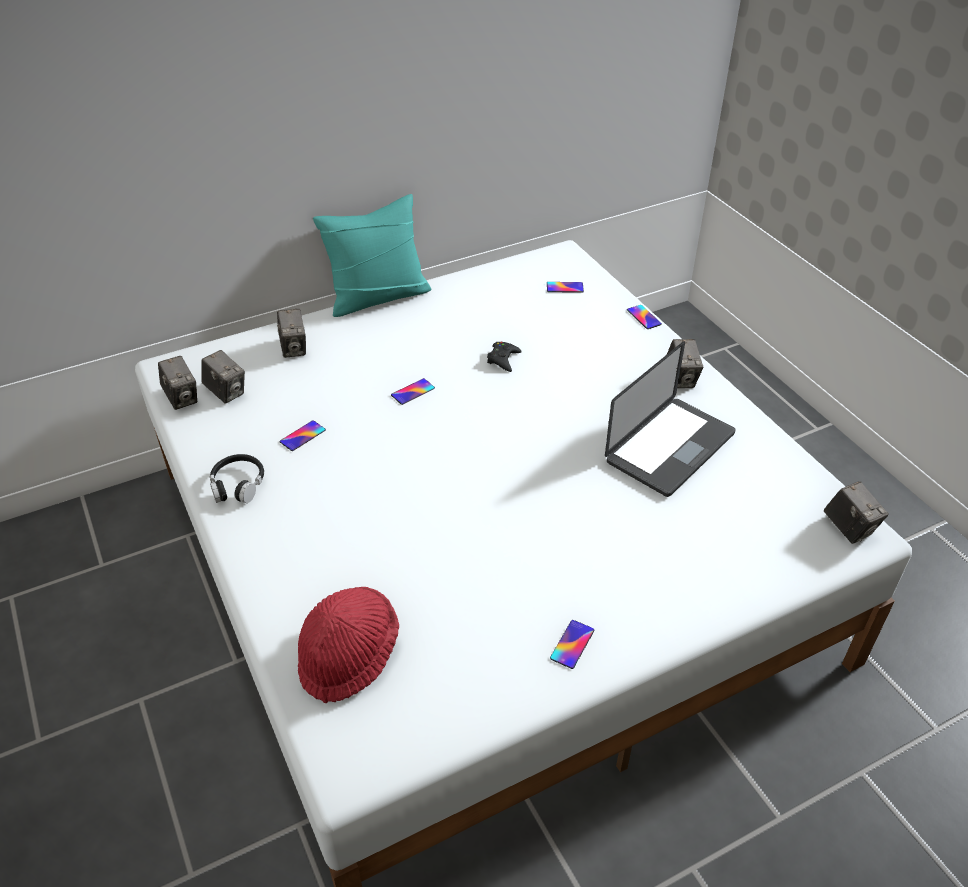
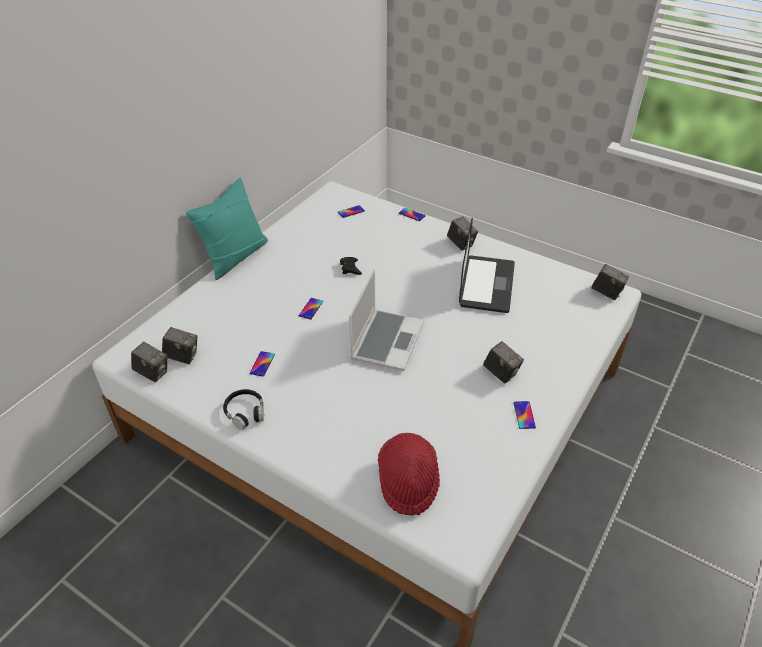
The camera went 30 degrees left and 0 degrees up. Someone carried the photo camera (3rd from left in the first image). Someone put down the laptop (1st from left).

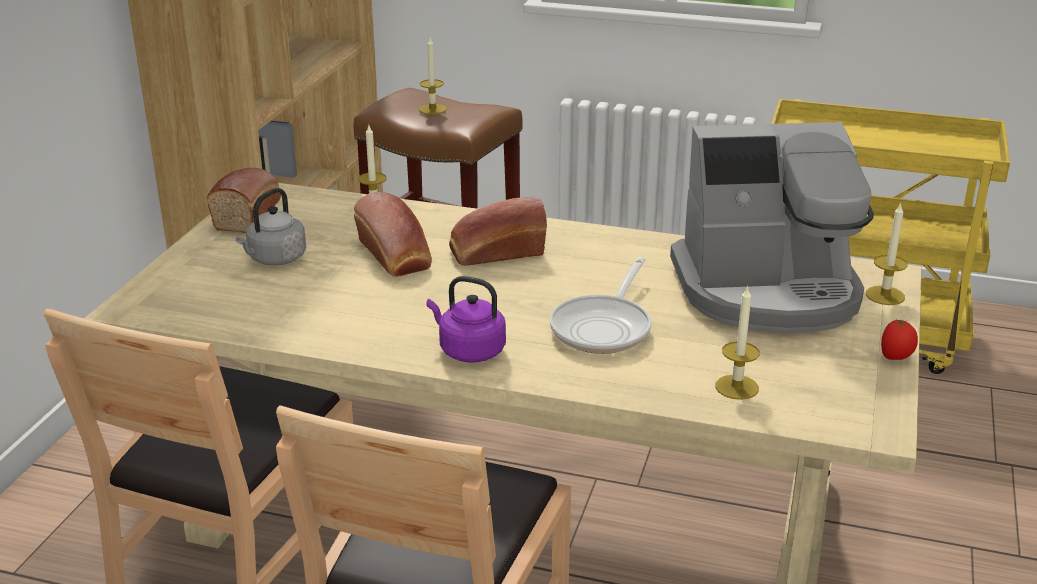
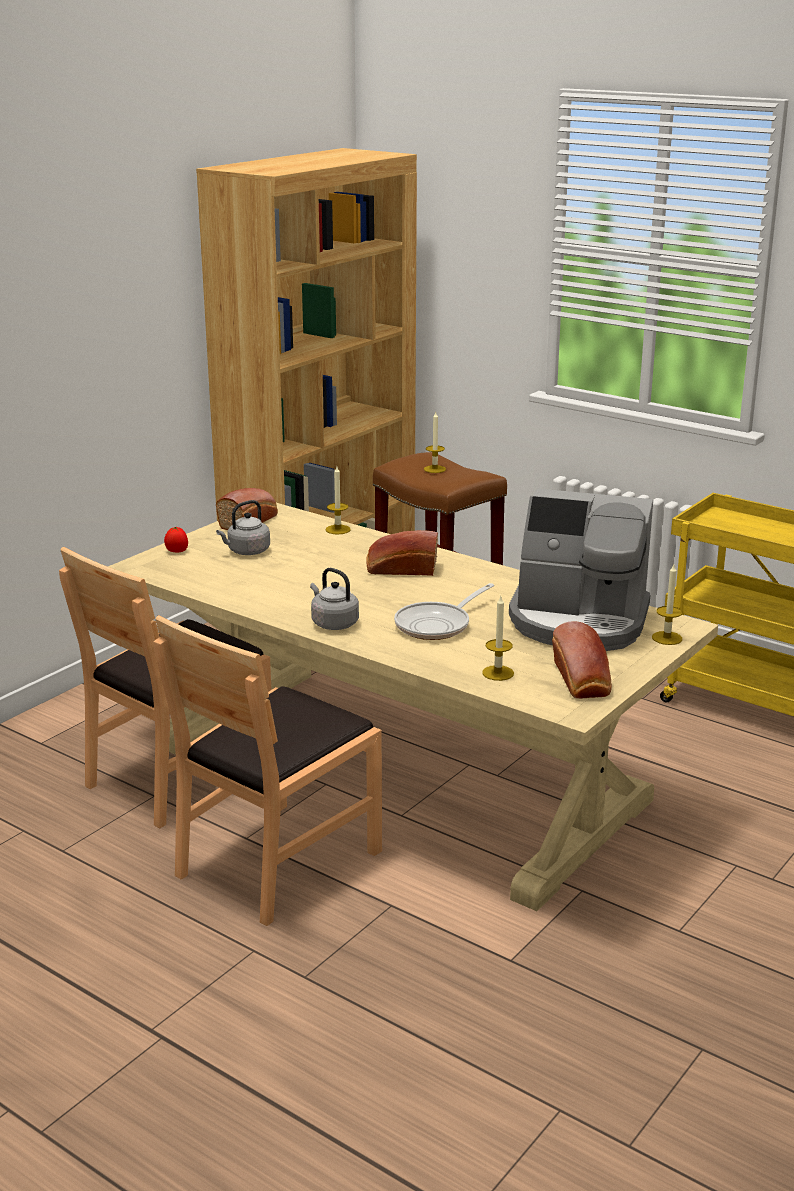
The camera went 20 degrees right and 5 degrees down. Someone carried the bread (2nd from left in the first image). Someone repainted the kettle in purple, which became the kettle in grey (2nd from left). Someone carried the tomato.

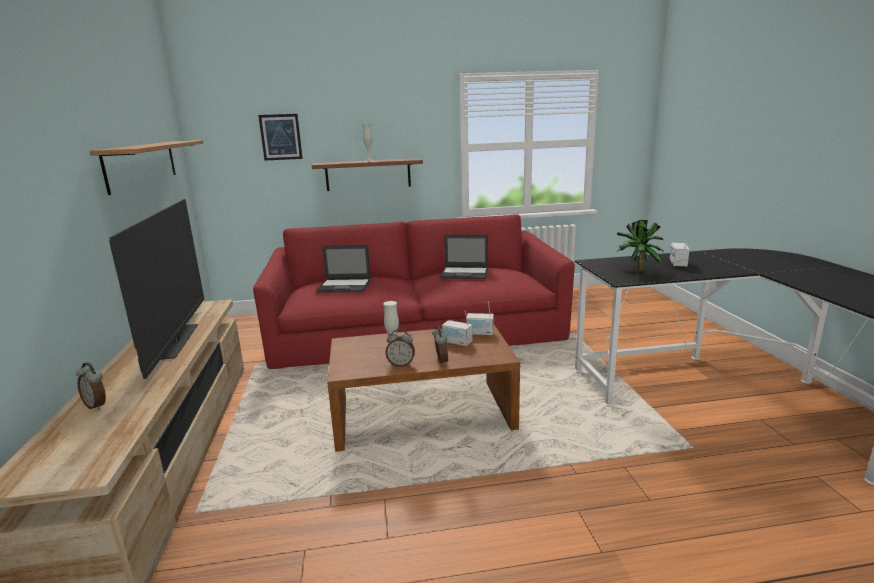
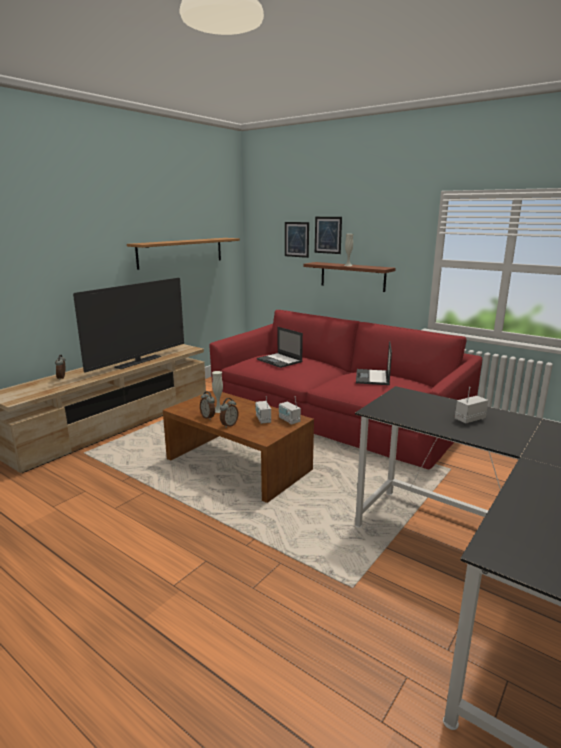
The camera went 45 degrees right and 0 degrees up. Someone rotated the laptop (2nd from left) by 45 degrees clockwise. Someone took away the potted plant. Someone put up the picture (2nd from left).

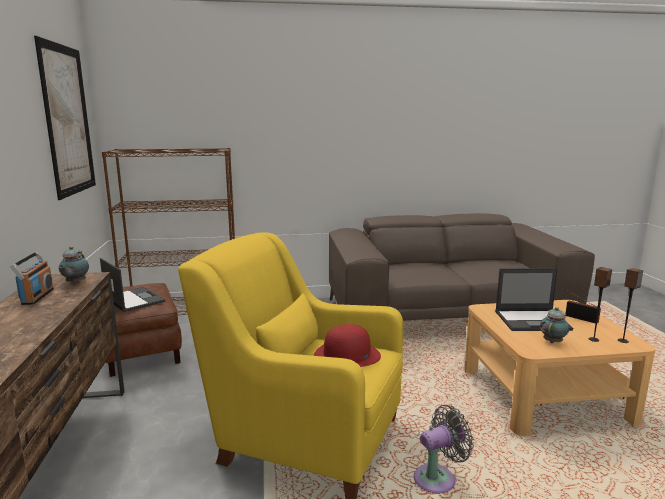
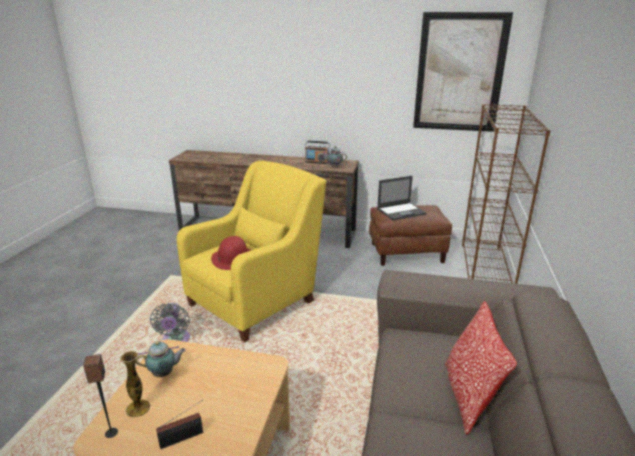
The camera went 110 degrees right and 10 degrees up. Someone took away the laptop (2nd from left). Someone rotated the teapot (2nd from left in the first image) by 75 degrees counterclockwise. Someone swapped the speaker (1st from left) for the vase. Someone put down the pillow.

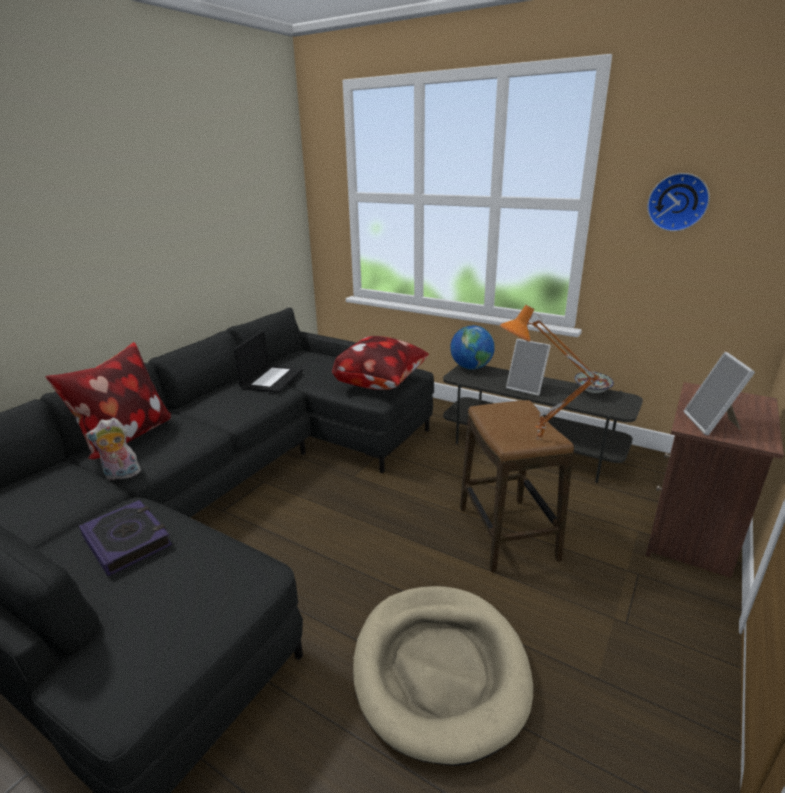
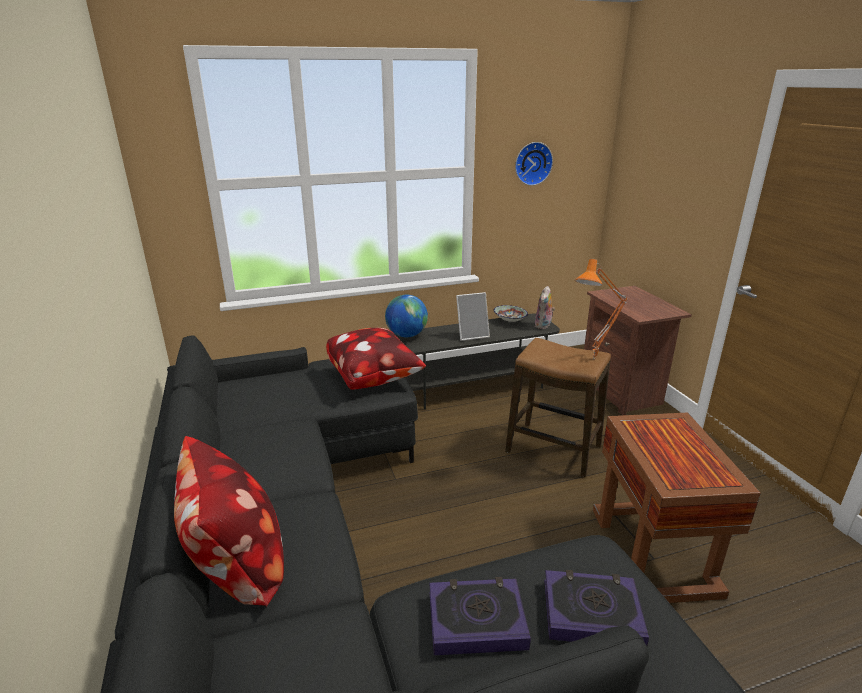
The camera went 50 degrees left and 0 degrees up. Someone carried the plush toy. Someone took away the laptop. Someone swapped the dog bed in beige for the side table in brown. Someone took away the picture frame (2nd from left). Someone put down the book (2nd from left).

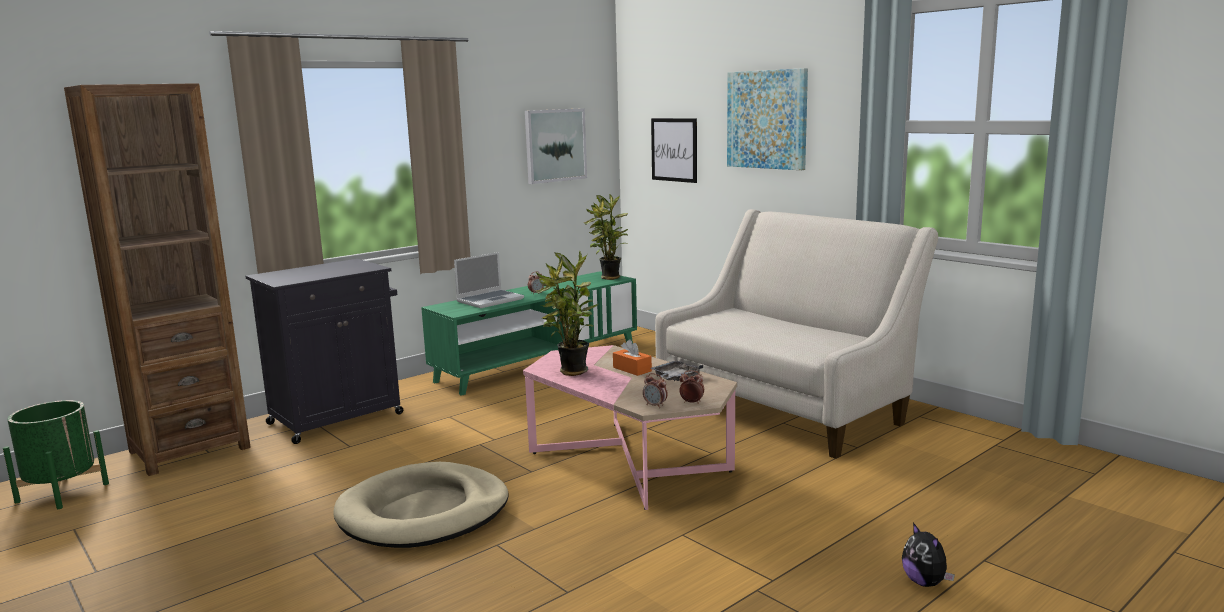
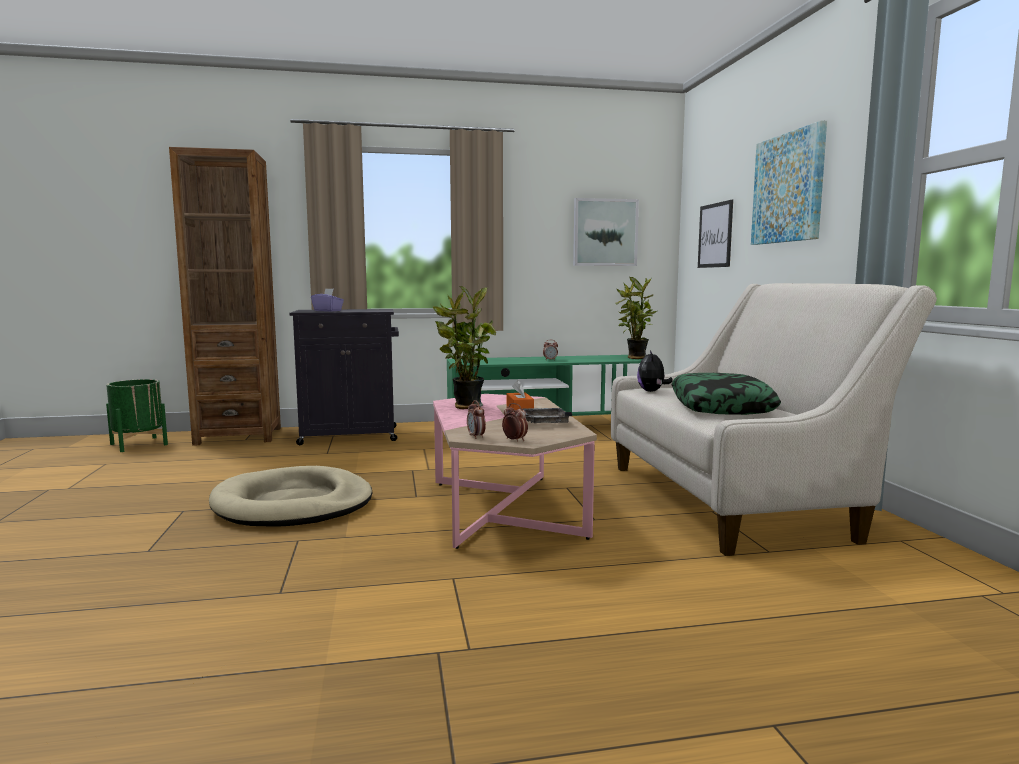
The camera went 30 degrees right and 5 degrees down. Someone took away the laptop. Someone carried the plush toy. Someone put down the tissue box in purple. Someone put down the pillow.

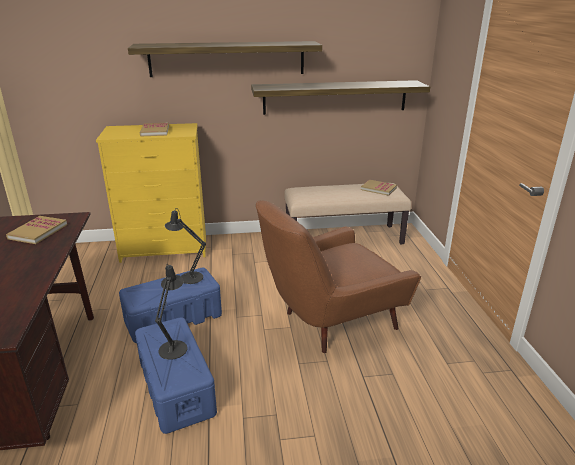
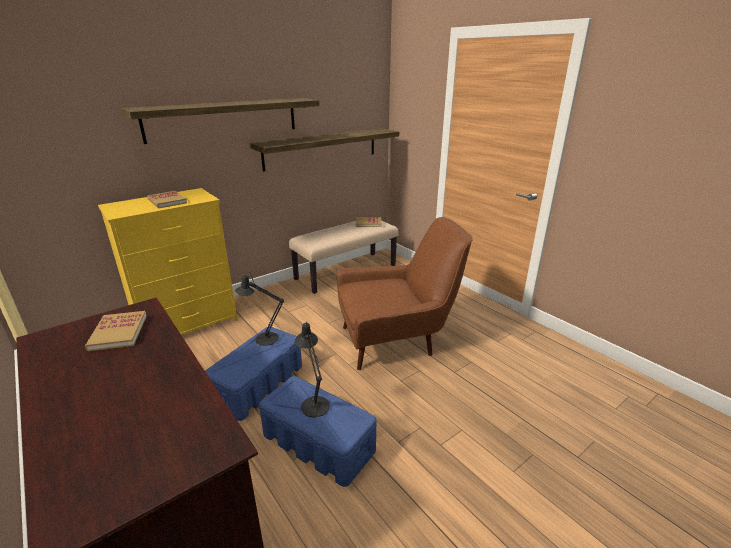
The camera went 30 degrees left and 0 degrees up. Someone rotated the armchair in brown by 135 degrees counterclockwise.

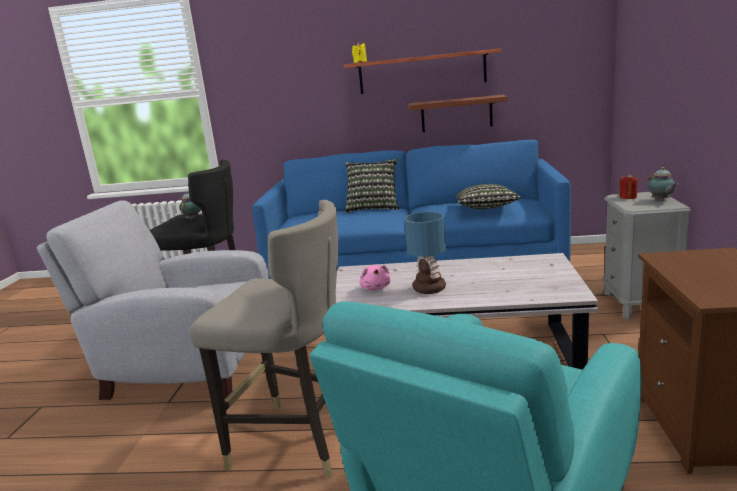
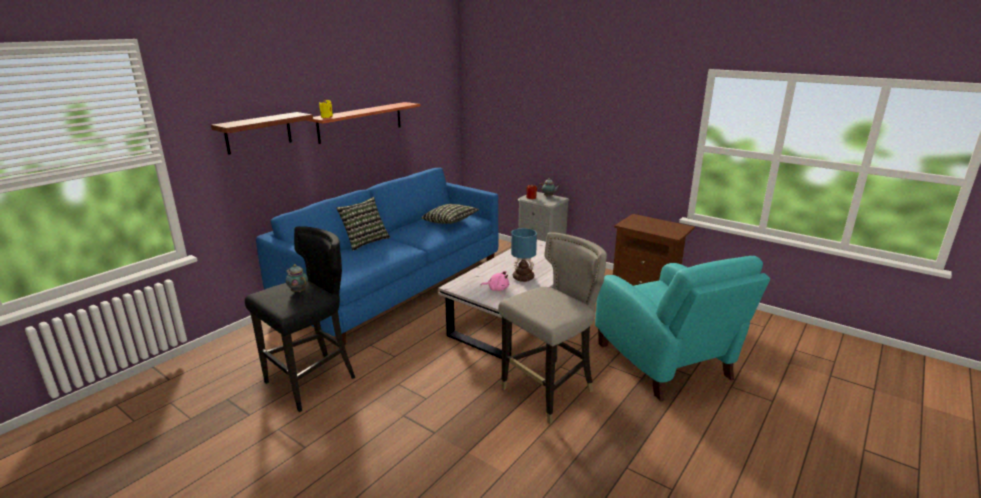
The camera went 60 degrees left and 5 degrees up. Someone took away the armchair in grey. Someone carried the shelf (2nd from left in the first image).

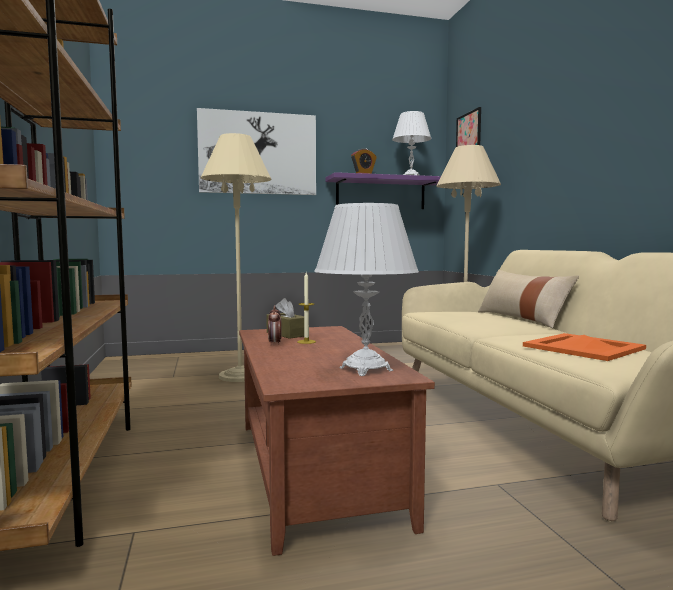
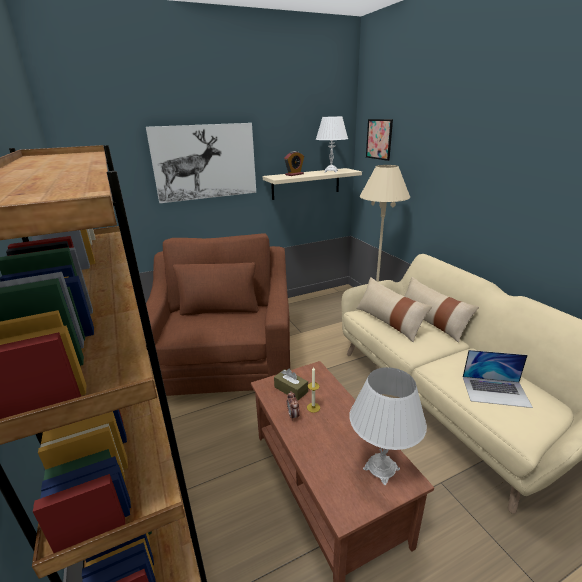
The camera went 10 degrees left and 20 degrees up. Someone swapped the floor lamp in beige (1st from left) for the armchair in brown. Someone repainted the shelf in purple, which became the shelf in beige. Someone swapped the tray in orange for the laptop. Someone put down the pillow in beige (1st from left).

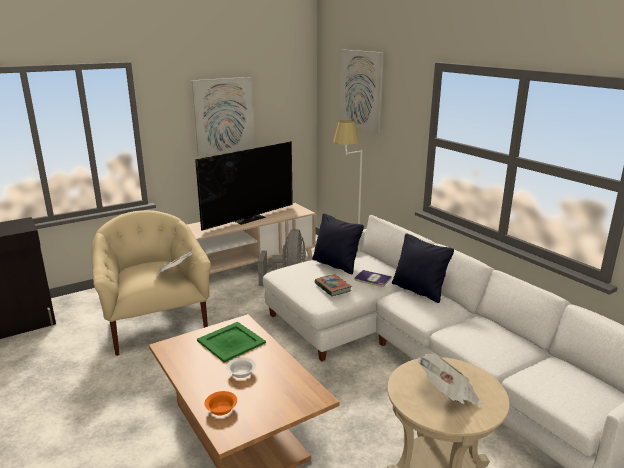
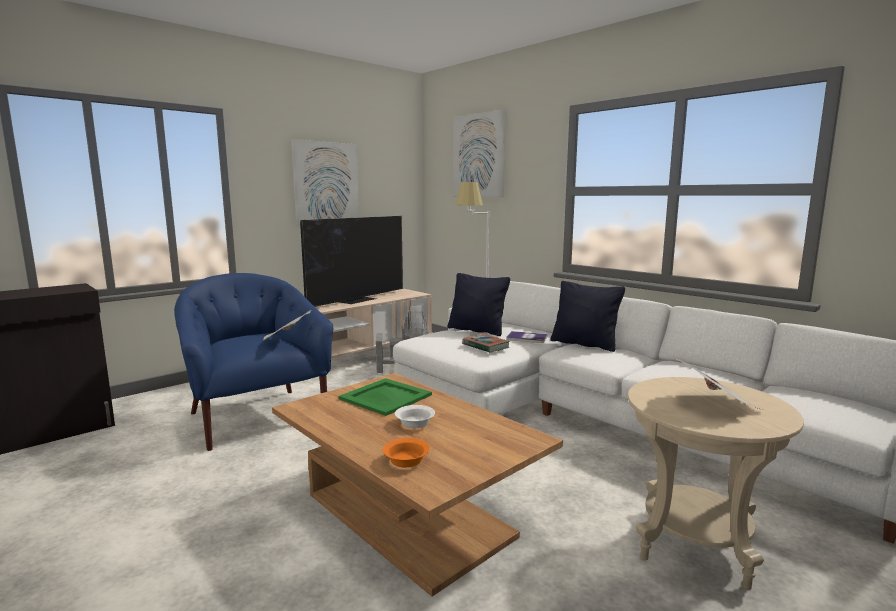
The camera went 10 degrees left and 10 degrees down. Someone repainted the armchair in beige, which became the armchair in blue.

